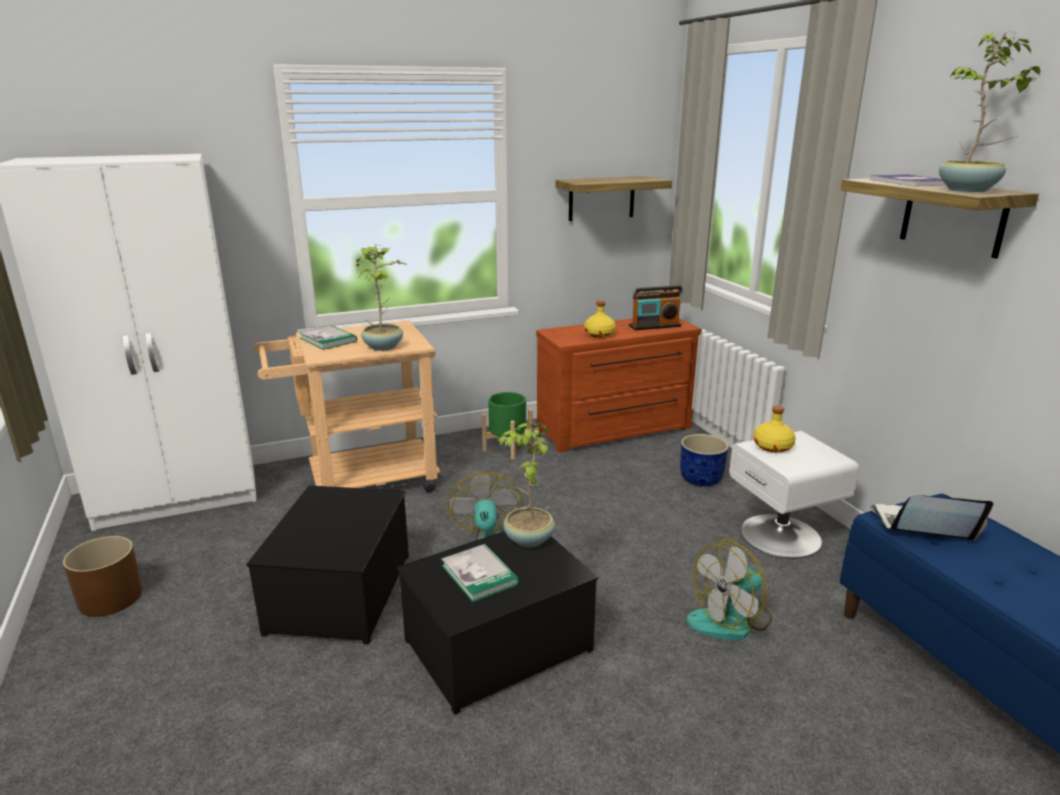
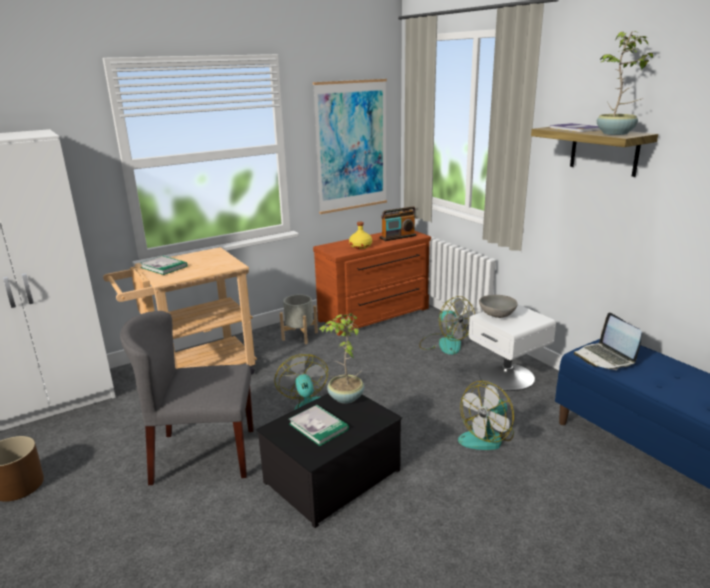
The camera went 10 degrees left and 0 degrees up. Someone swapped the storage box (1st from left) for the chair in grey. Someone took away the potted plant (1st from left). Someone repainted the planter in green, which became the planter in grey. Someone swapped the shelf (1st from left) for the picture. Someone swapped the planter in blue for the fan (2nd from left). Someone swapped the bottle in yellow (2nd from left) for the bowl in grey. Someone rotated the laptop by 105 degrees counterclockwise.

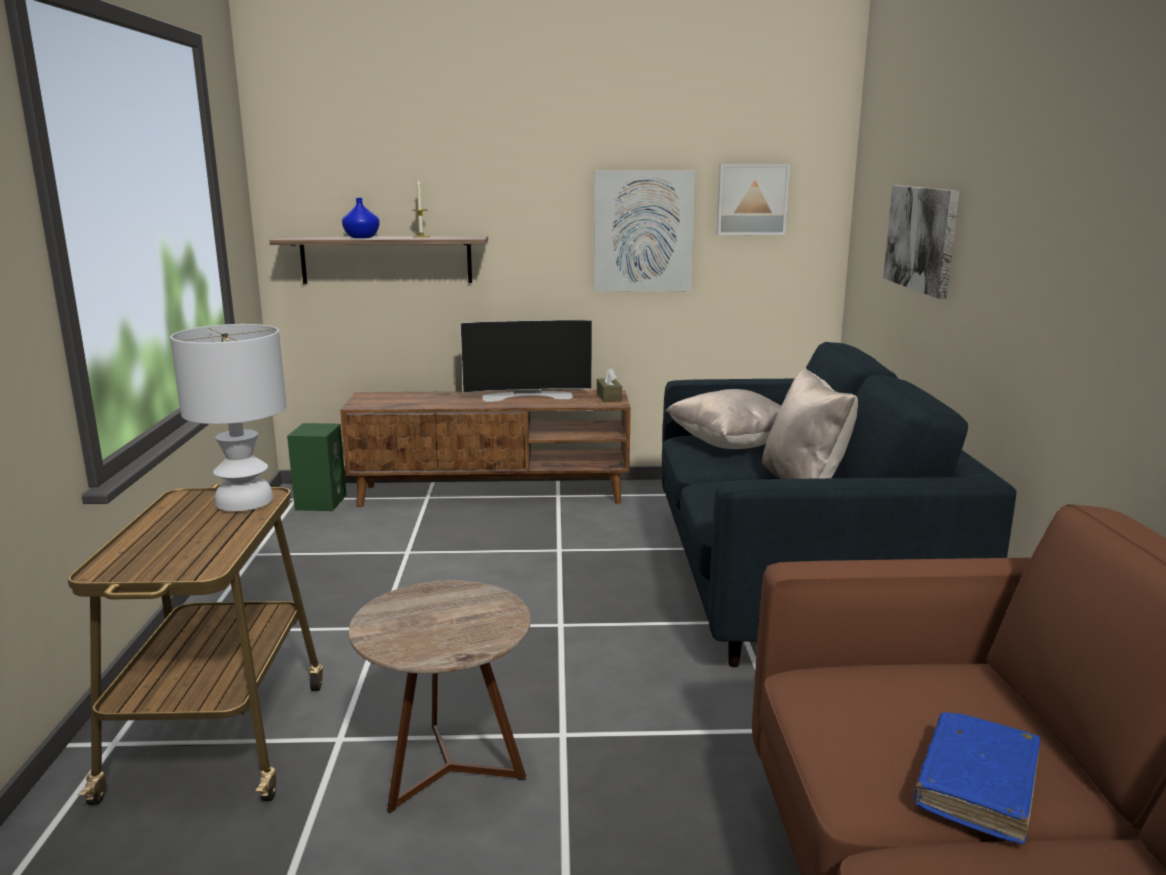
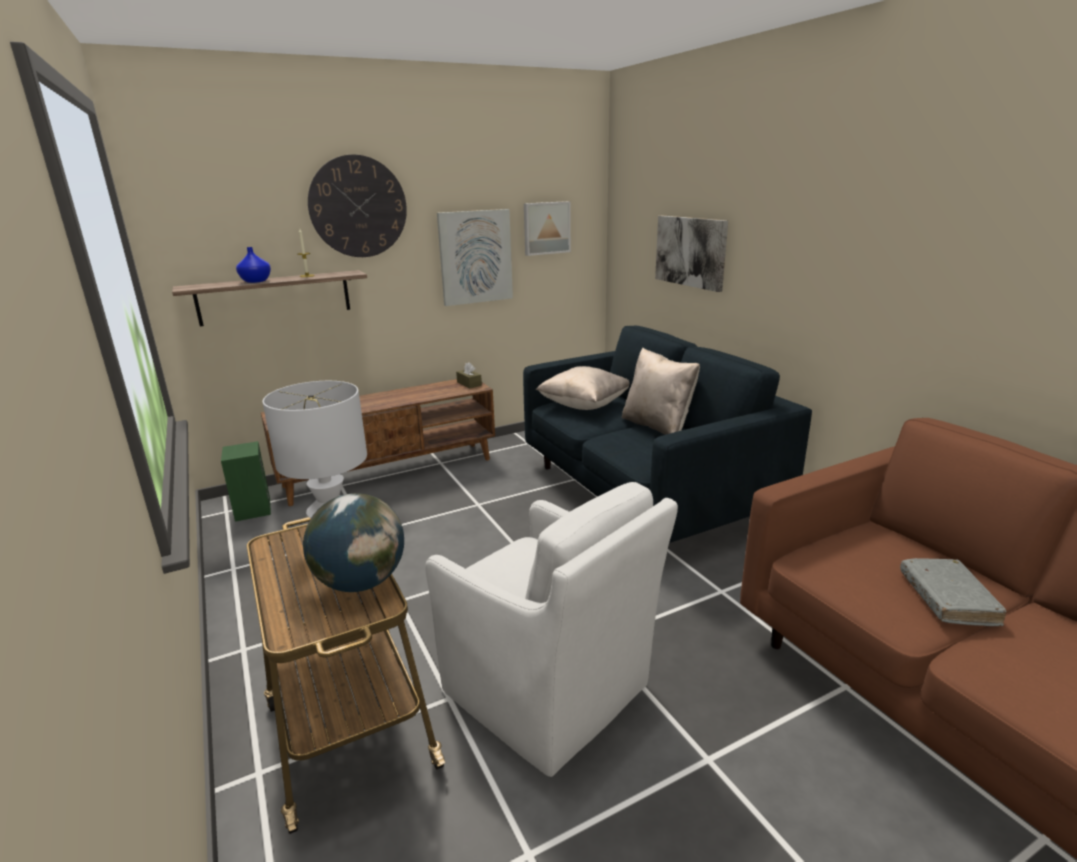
The camera went 25 degrees left and 5 degrees up. Someone swapped the side table in brown for the armchair in white. Someone took away the television. Someone repainted the book in blue, which became the book in grey. Someone put down the globe. Someone put up the wall clock.

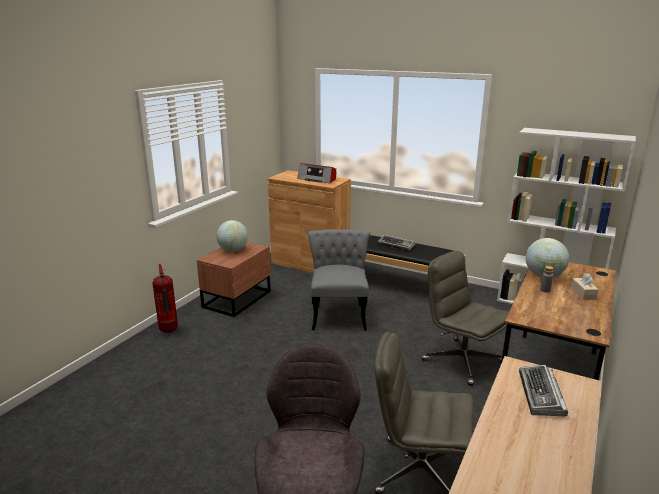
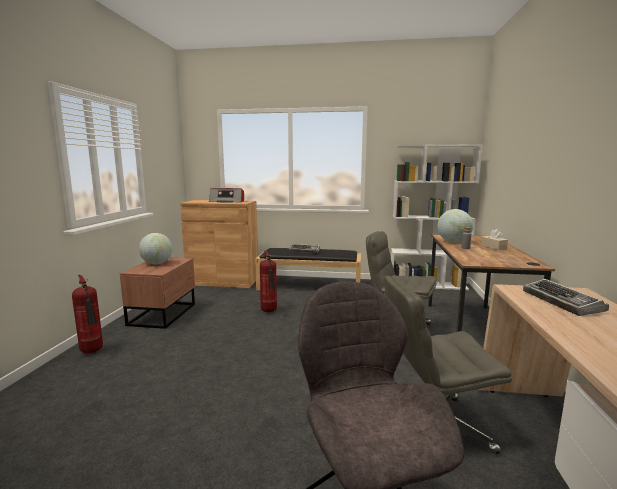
The camera went 20 degrees left and 10 degrees down. Someone swapped the chair in grey (2nd from left) for the fire extinguisher (2nd from left).

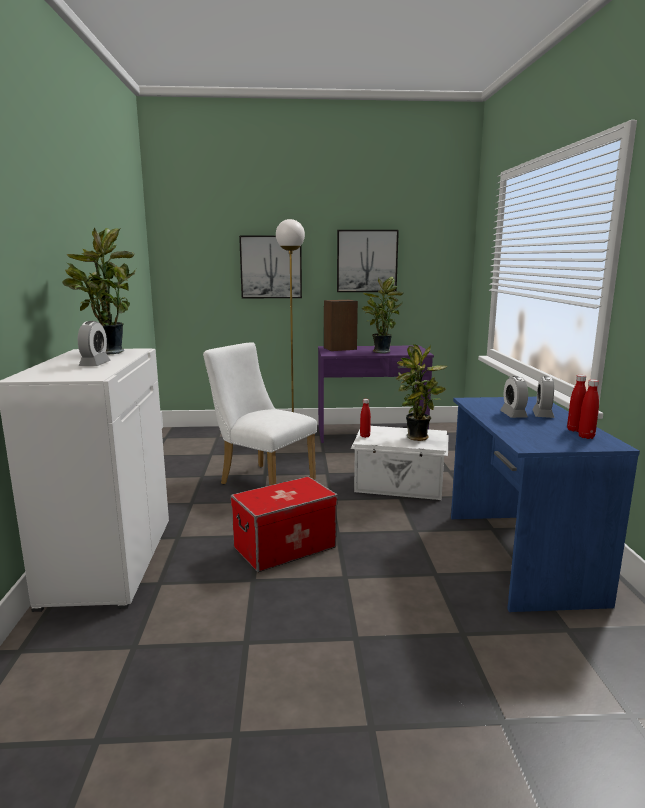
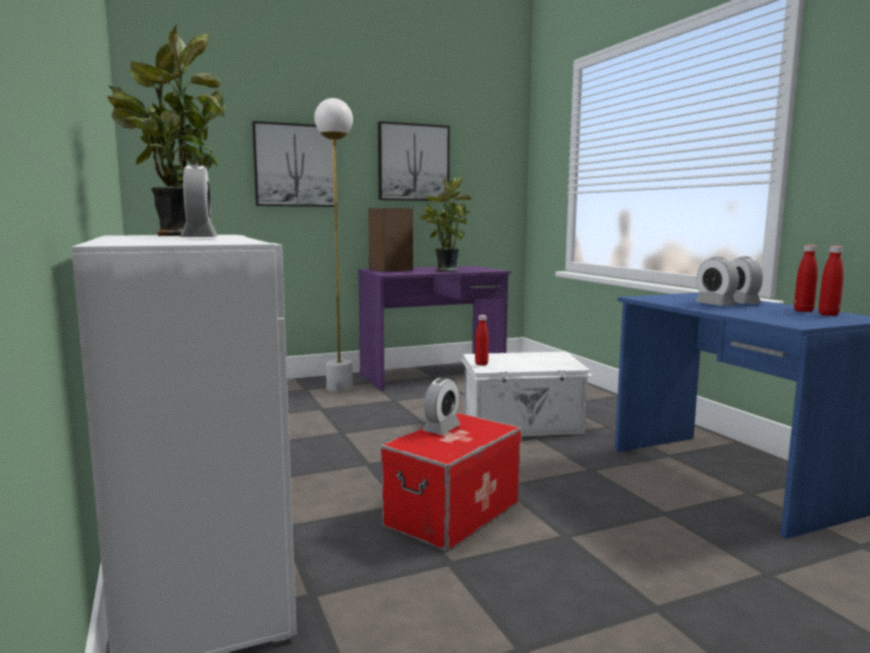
The camera went 20 degrees left and 5 degrees down. Someone took away the chair in white. Someone took away the potted plant (3rd from left). Someone put down the alarm clock (2nd from left).

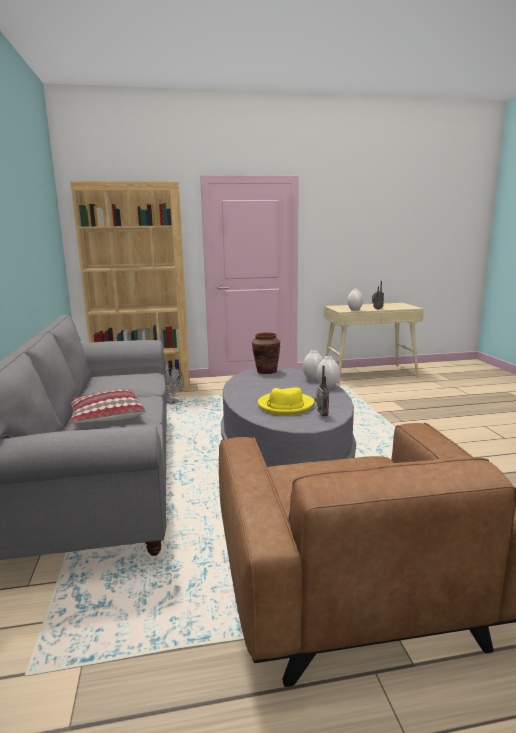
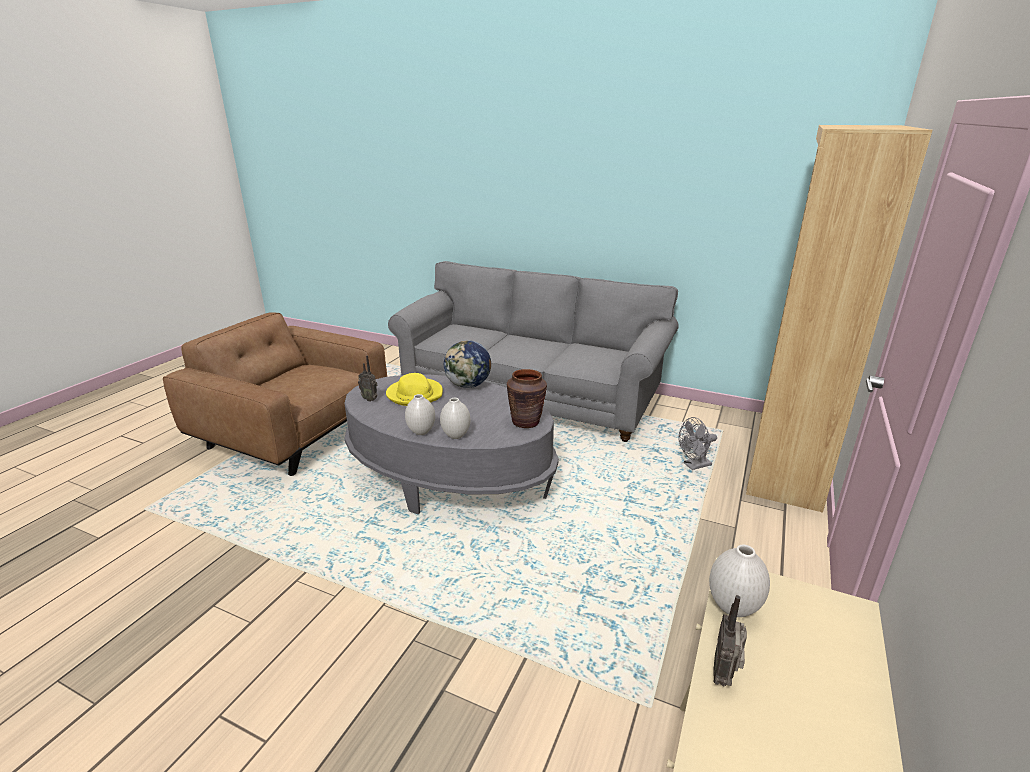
The camera went 125 degrees right and 10 degrees up. Someone took away the pillow. Someone put down the globe.

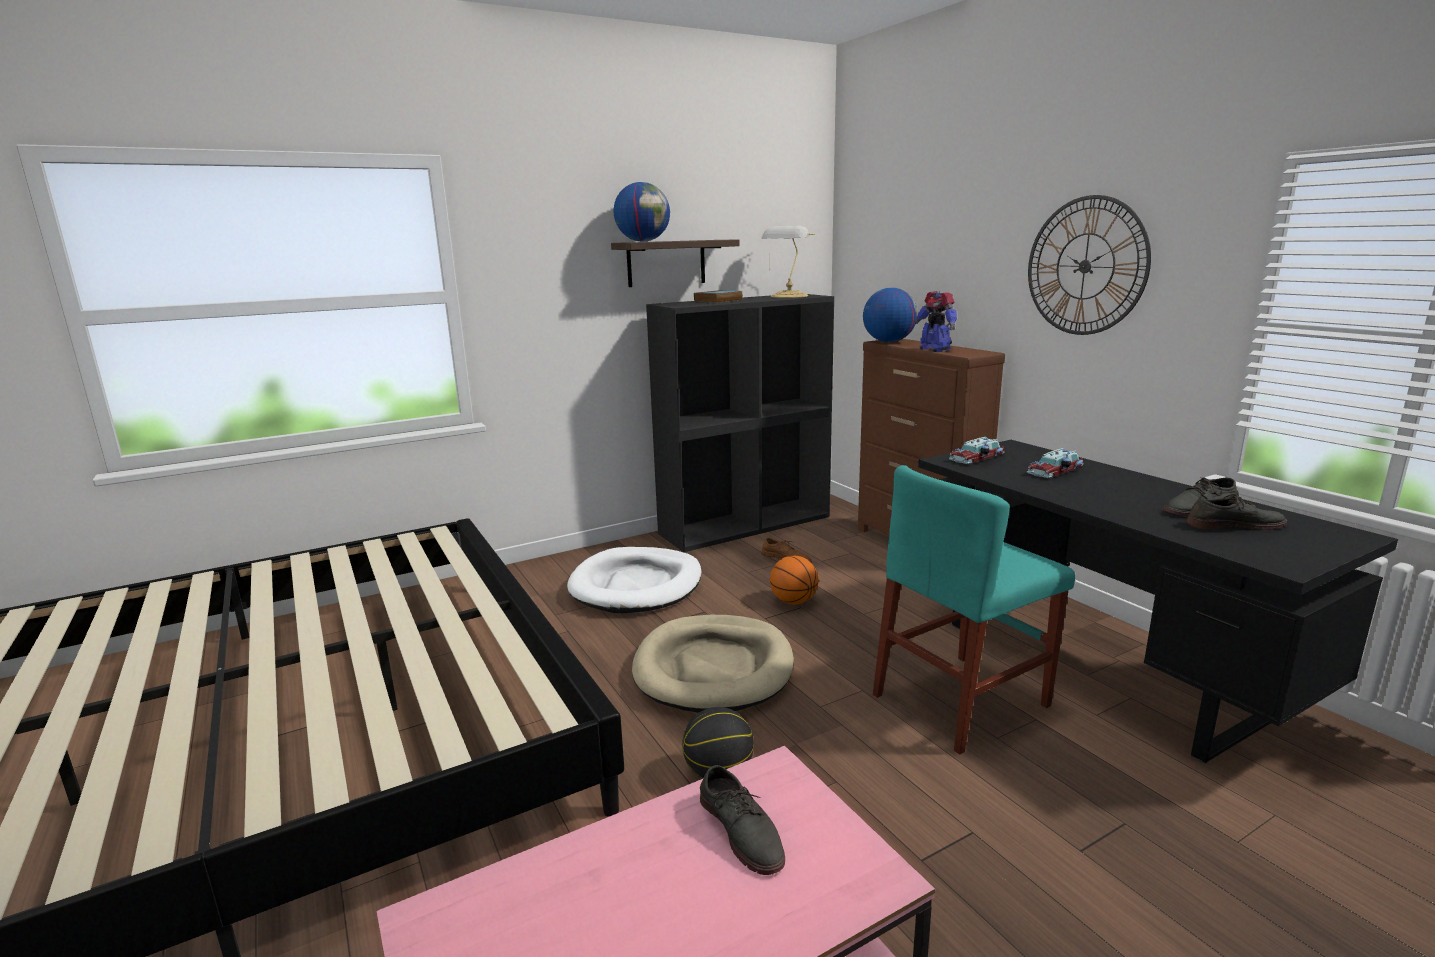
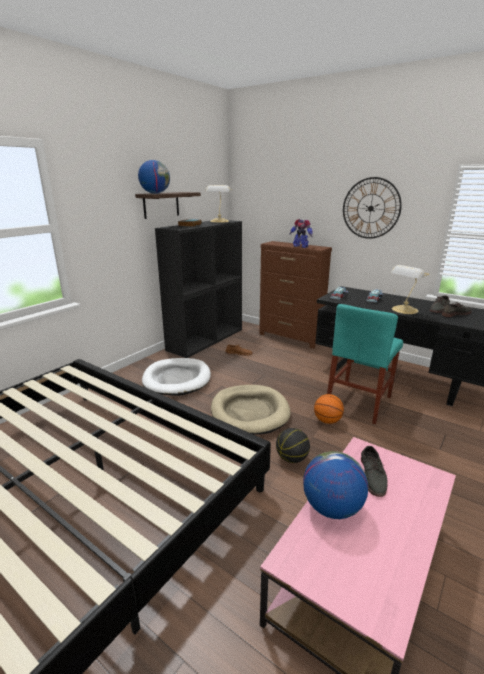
The camera went 25 degrees left and 5 degrees up. Someone rotated the shoe in grey (1st from left) by 60 degrees clockwise. Someone carried the basketball (2nd from left). Someone carried the globe (2nd from left). Someone put down the table lamp (2nd from left).

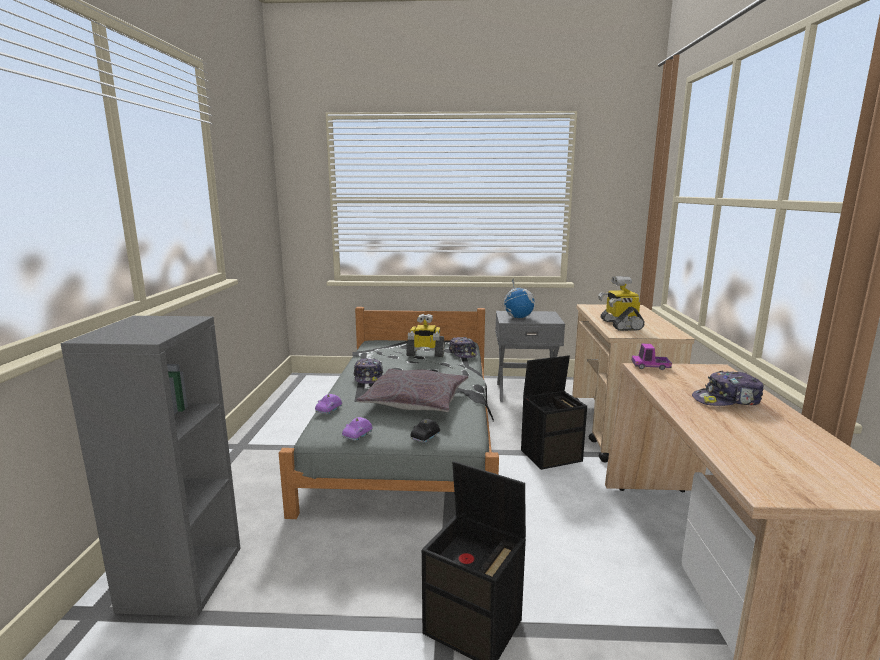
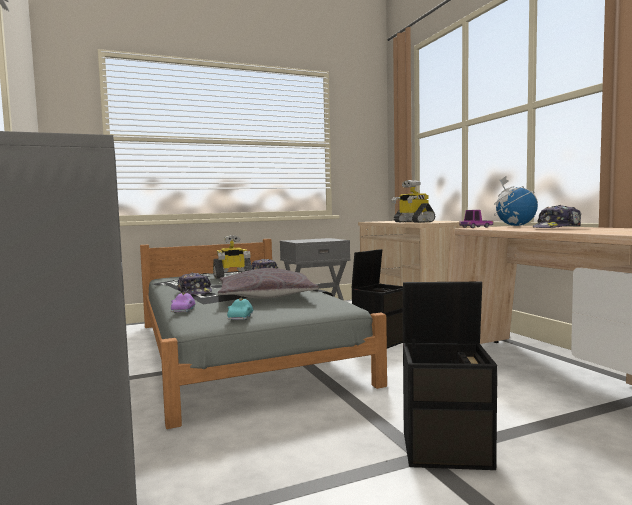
The camera went 25 degrees left and 10 degrees down. Someone repainted the toy car in purple (2nd from left), which became the toy car in turquoise. Someone took away the toy car in black. Someone carried the globe.

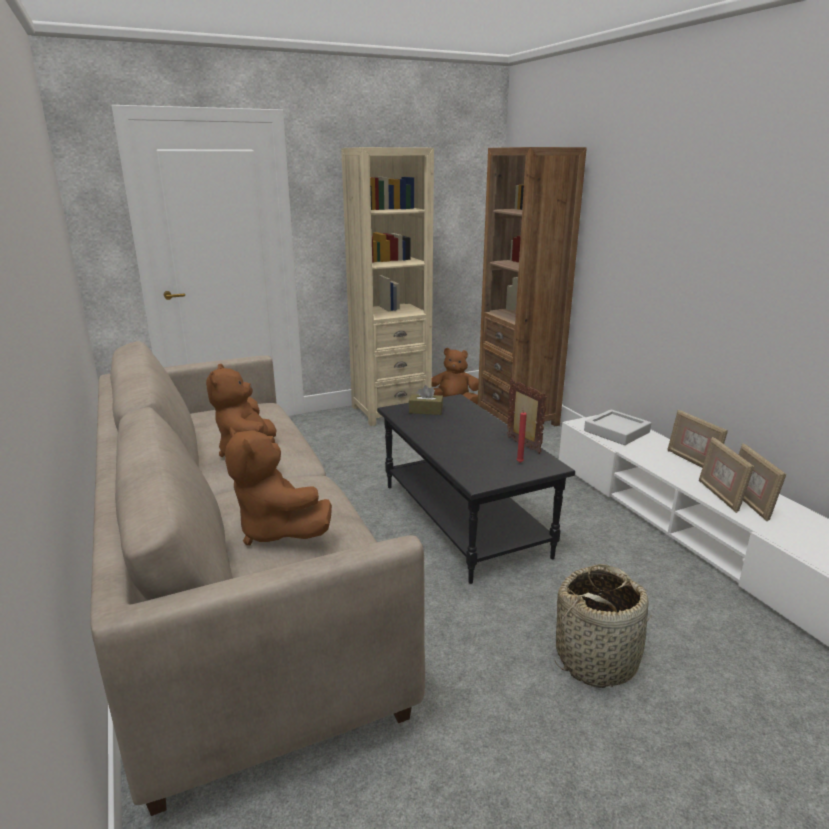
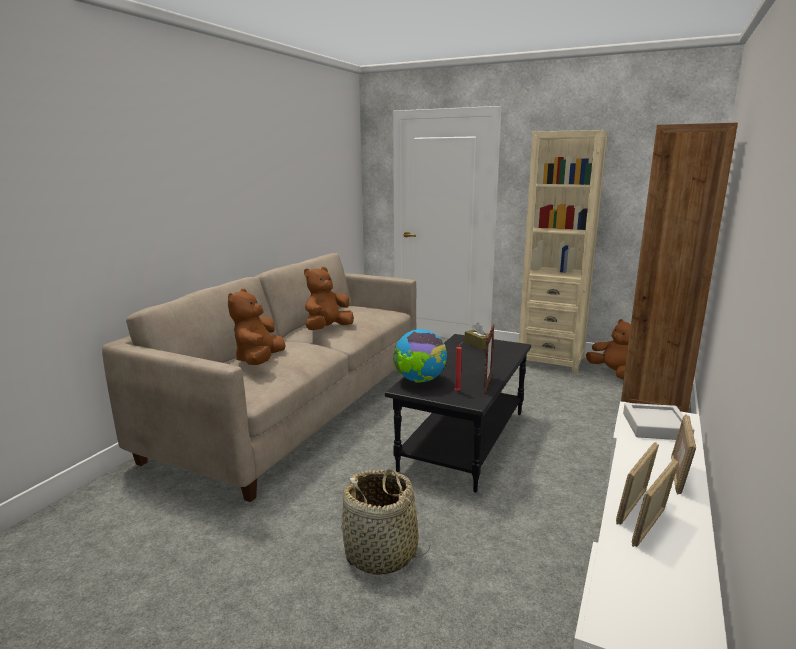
The camera went 50 degrees right and 5 degrees down. Someone put down the globe.

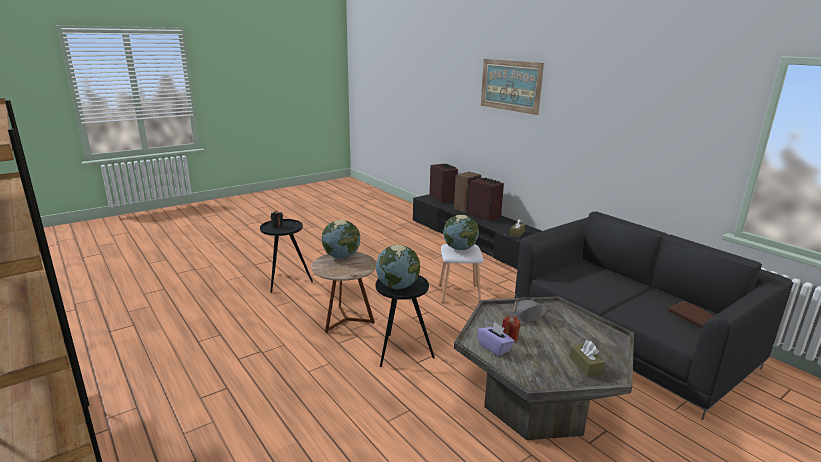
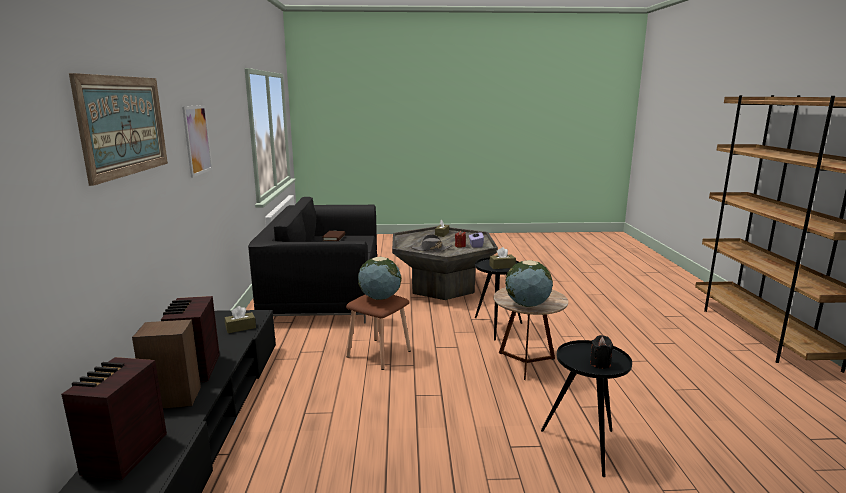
The camera went 145 degrees left and 5 degrees down. Someone swapped the globe (2nd from left) for the tissue box in brown (3rd from left). Someone repainted the stool in white, which became the stool in brown. Someone put up the picture (2nd from left).

